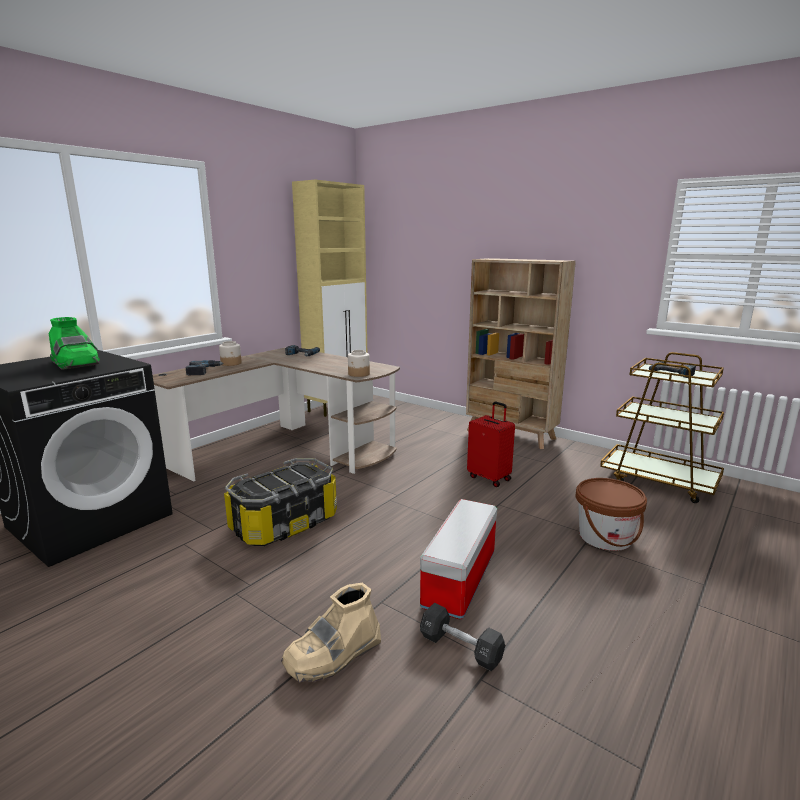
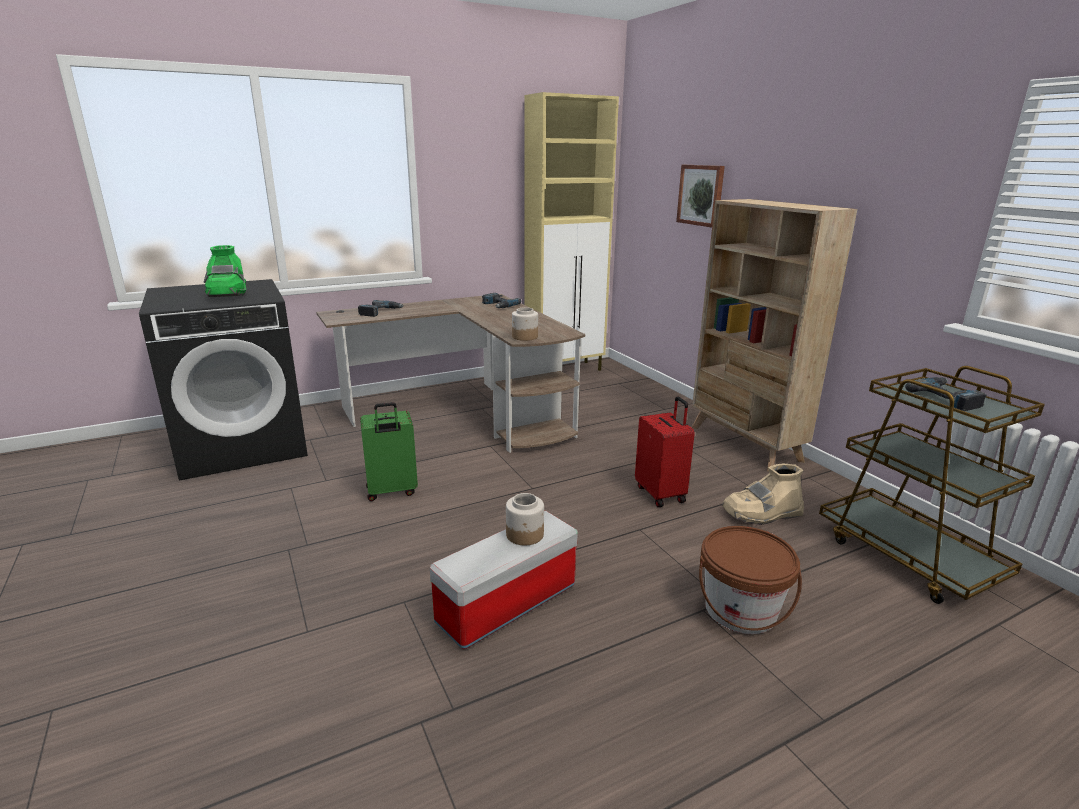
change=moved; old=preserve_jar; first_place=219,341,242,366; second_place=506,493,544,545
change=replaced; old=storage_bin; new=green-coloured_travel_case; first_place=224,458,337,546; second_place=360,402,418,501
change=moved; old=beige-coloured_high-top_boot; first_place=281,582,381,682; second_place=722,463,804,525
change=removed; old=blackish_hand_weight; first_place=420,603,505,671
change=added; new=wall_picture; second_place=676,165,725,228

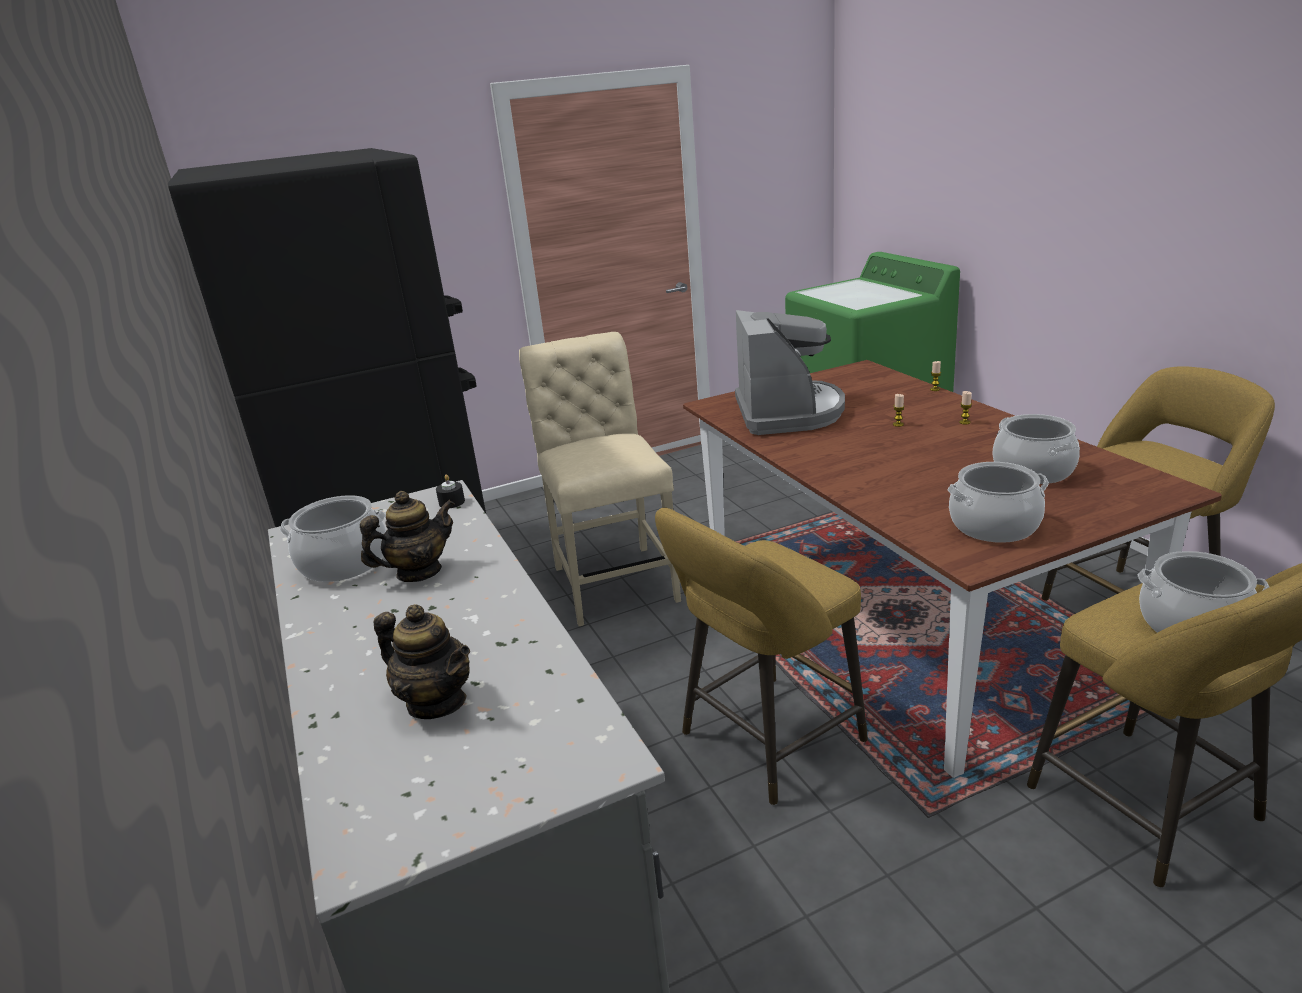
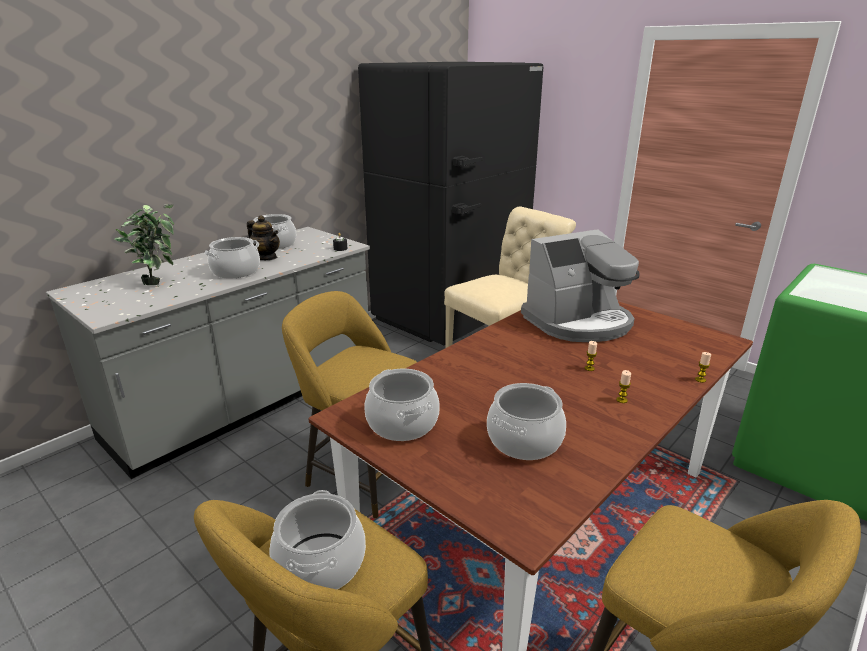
change=replaced; old=teapot; new=houseplant; first_place=373,604,470,719; second_place=115,204,174,285
change=added; new=saucepot; second_place=204,237,260,279

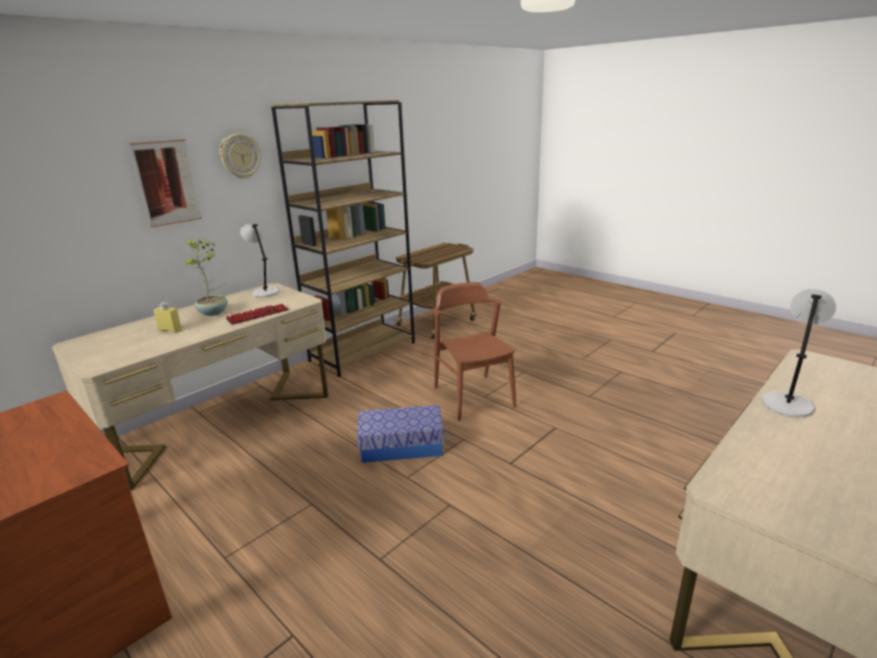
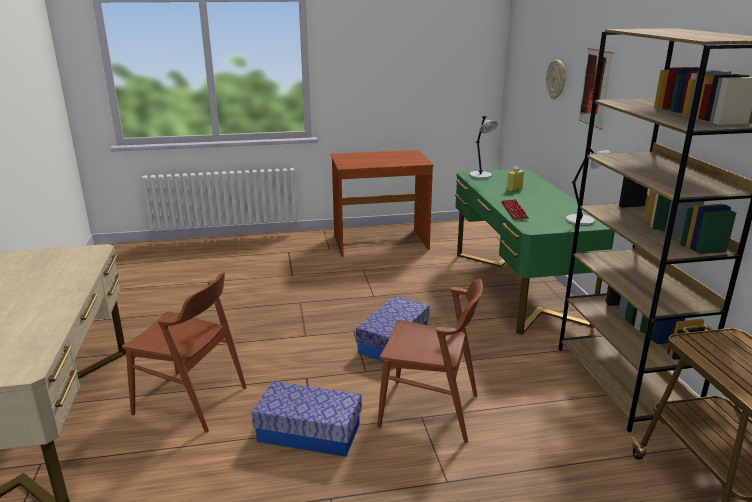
change=recoloured; old=beige-coloured_desk_table; new=green-coloured_desk_table; first_place=52,283,329,491; second_place=455,169,615,335
change=removed; old=houseplant; first_place=183,238,228,316
change=moved; old=hanging_clock; first_place=219,134,261,179; second_place=546,60,566,99
change=moved; old=grey_lamp_for_a_table; first_place=762,289,836,417; second_place=469,116,498,179
change=added; new=brown_chair; second_place=122,273,247,433
change=added; new=storage_bin; second_place=252,381,362,457

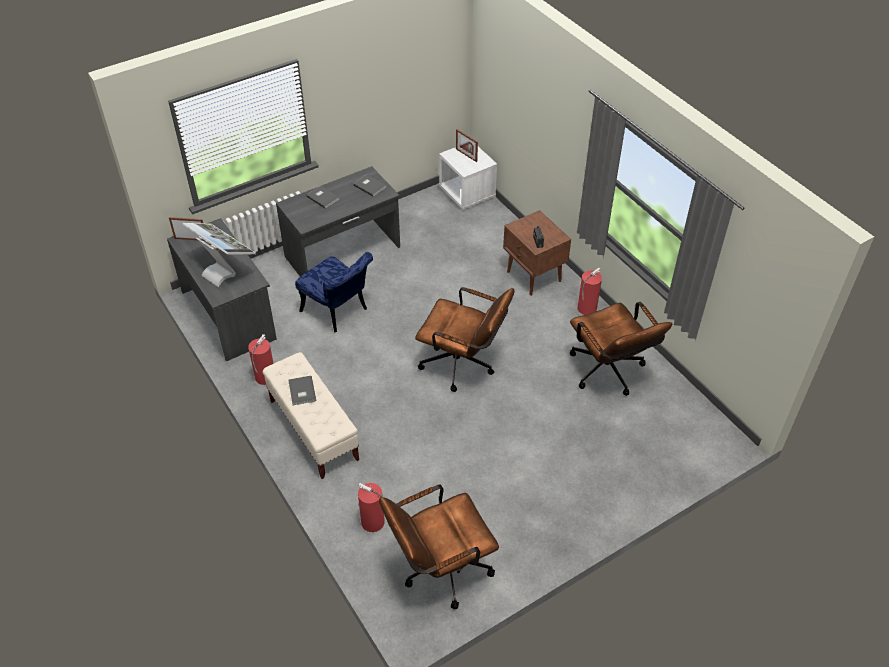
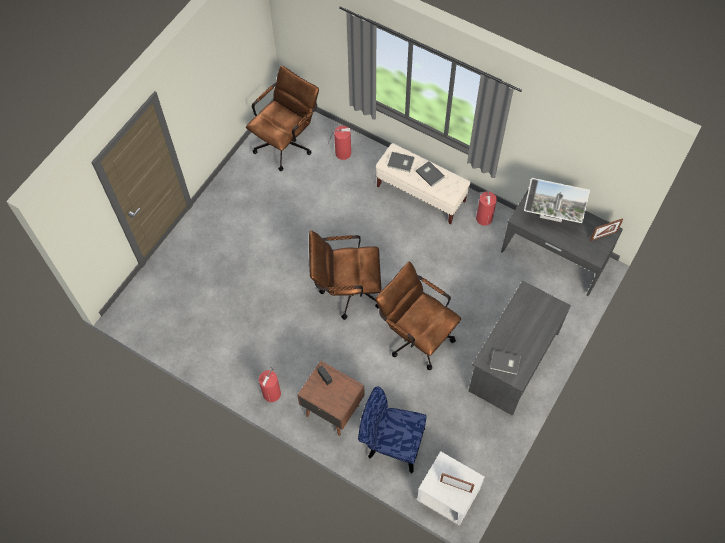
change=moved; old=blue-coloured_chair; first_place=295,252,373,332; second_place=358,386,426,473
change=moved; old=grey_volume; first_place=306,186,340,209; second_place=387,152,415,172
change=moved; old=brown_desk_chair; first_place=570,302,672,396; second_place=375,262,461,370

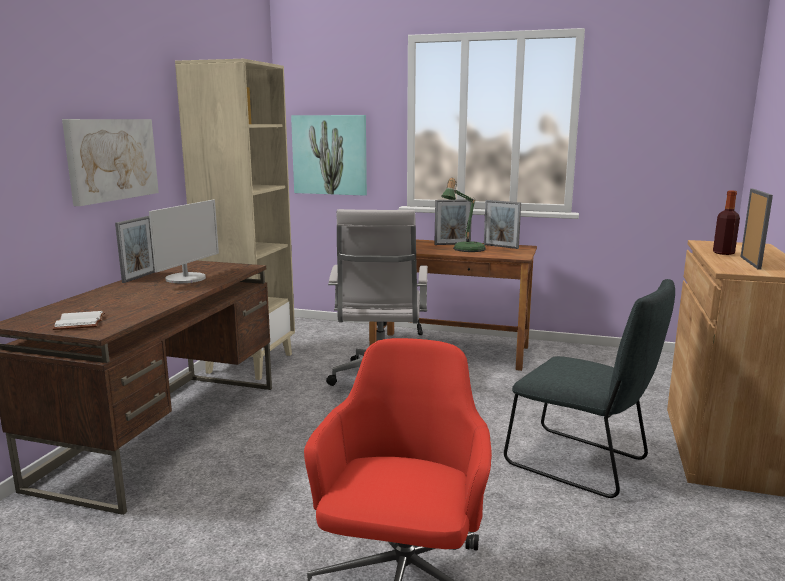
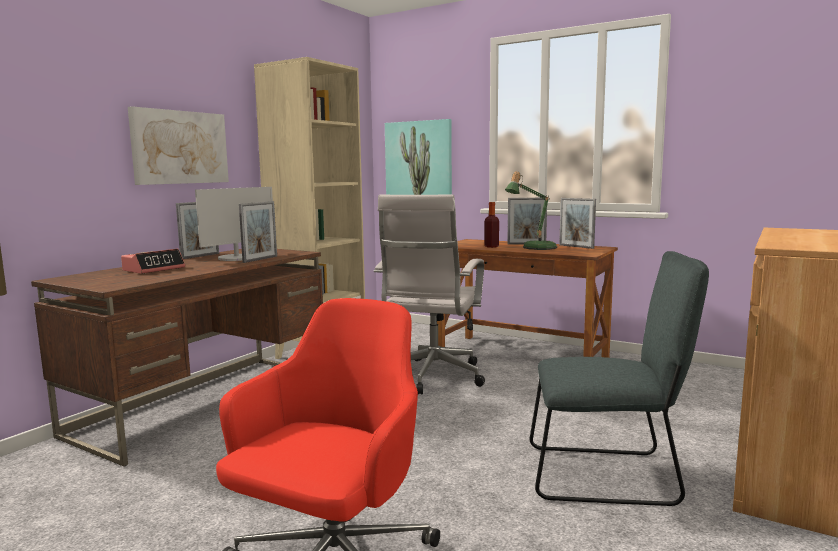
change=removed; old=white_volume; first_place=53,311,105,330
change=turned; old=grey_chair; first_place=504,279,675,498; second_place=530,251,709,506; degrees=-45
change=moved; old=beverage_bottle; first_place=713,191,740,255; second_place=484,202,499,248
change=moved; old=standing_frame; first_place=741,189,773,270; second_place=239,201,277,263
change=added; new=bedside_clock; second_place=121,249,185,274

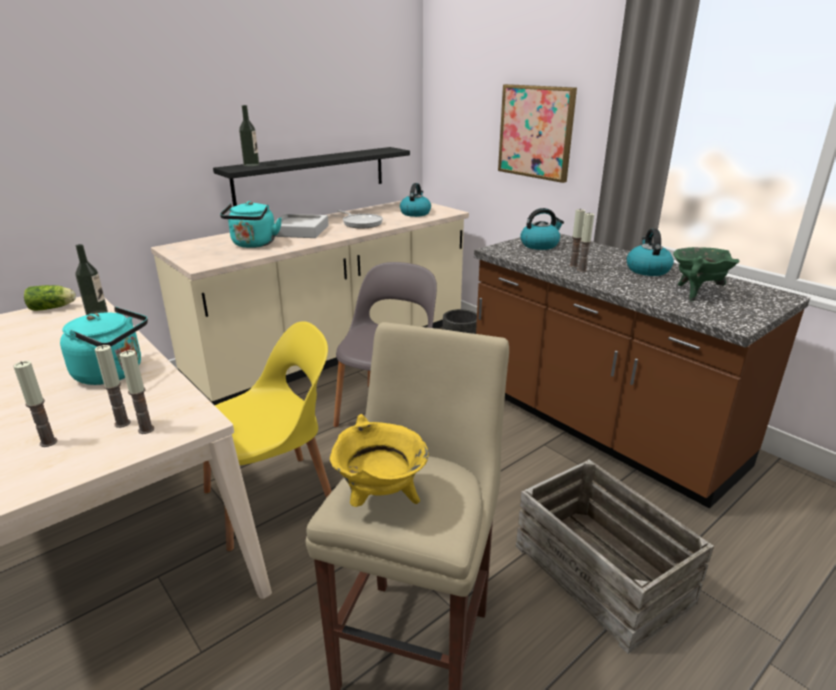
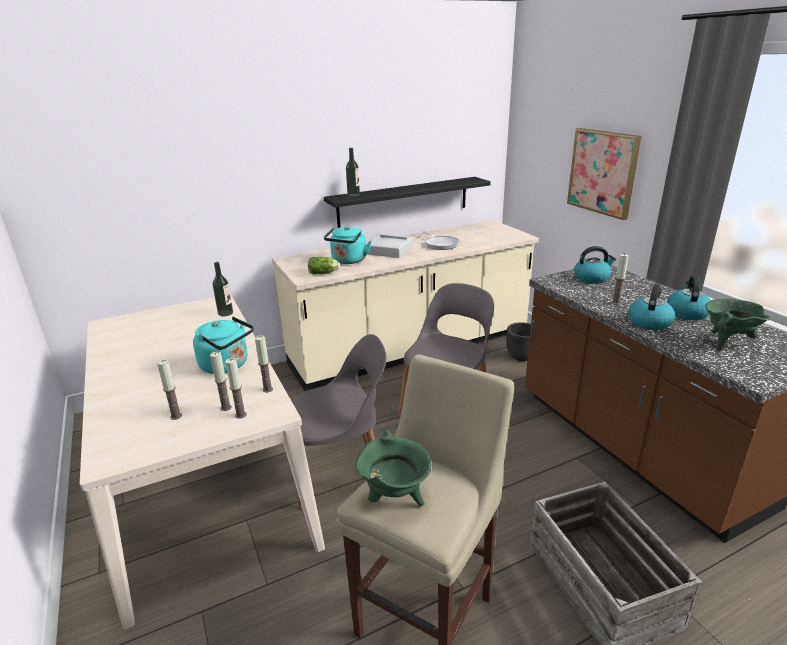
change=moved; old=lettuce; first_place=24,285,76,311; second_place=308,257,340,274
change=recoloured; old=yellow_chair; new=grey_chair; first_place=203,321,332,551; second_place=291,334,387,509
change=recoloured; old=yellow_saucepot; new=green-coloured_saucepot; first_place=330,414,429,507; second_place=355,429,431,506
change=moved; old=water_kettle; first_place=400,183,431,217; second_place=629,284,675,330
change=moved; old=candle; first_place=577,212,594,272; second_place=255,335,273,392

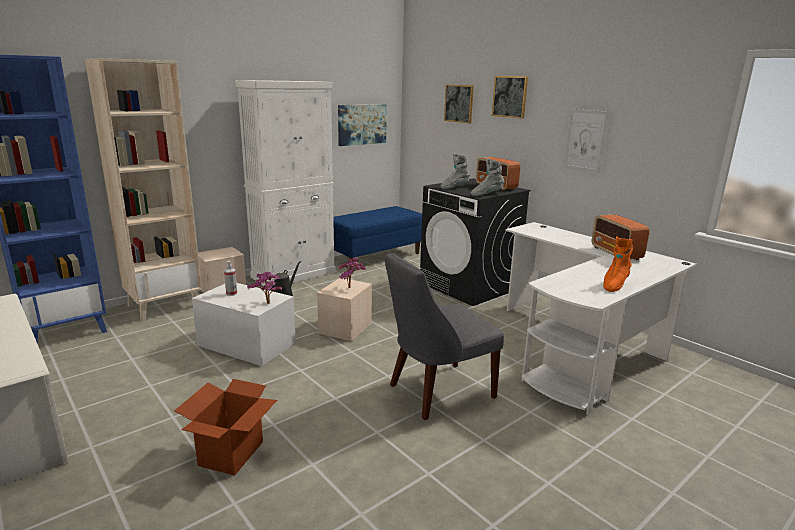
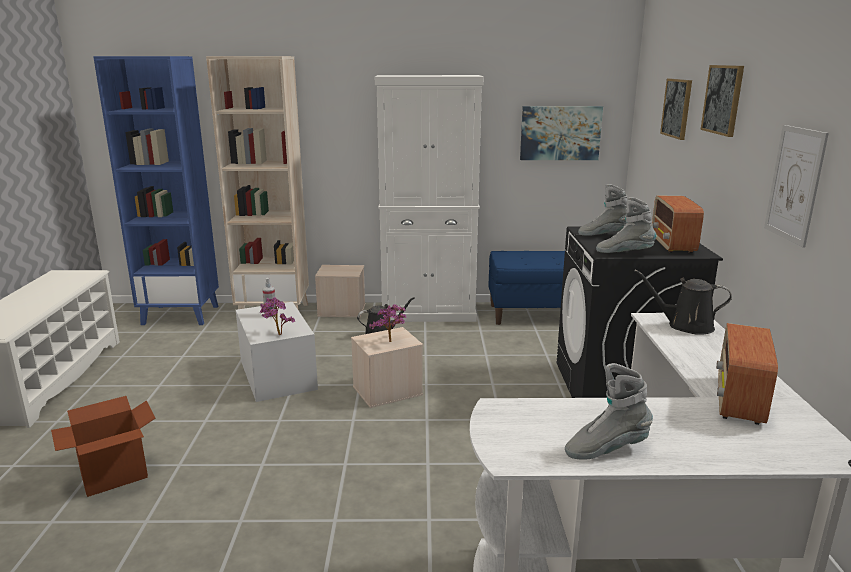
change=removed; old=grey_chair; first_place=385,253,504,420
change=recoloured; old=orange-coloured_high-top_boot; new=grey_high-top_boot; first_place=603,236,633,292; second_place=565,363,653,460
change=added; new=blackish_sprinkling_can; second_place=634,270,732,335

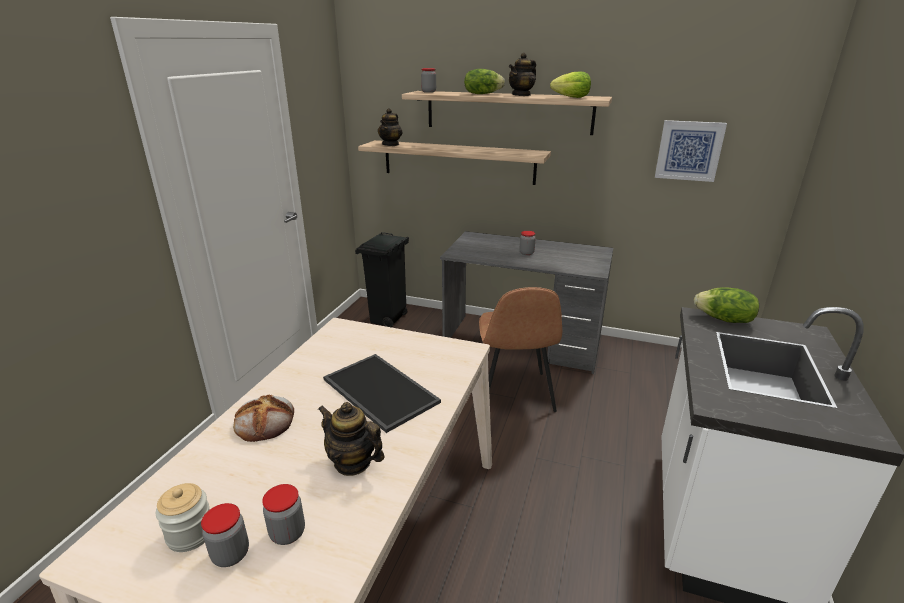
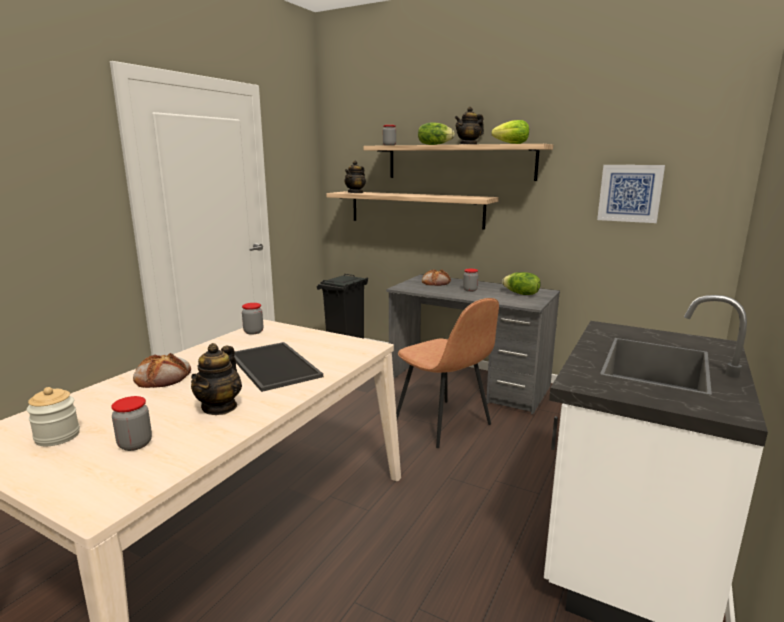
change=moved; old=preserve_jar; first_place=201,503,249,567; second_place=242,303,263,335
change=turned; old=teapot; first_place=318,402,385,476; second_place=191,343,242,415; degrees=-120
change=turned; old=brown_chair; first_place=479,287,562,412; second_place=396,298,499,448; degrees=-45
change=moved; old=lettuce; first_place=694,287,759,323; second_place=502,272,541,295
change=added; new=bread; second_place=422,269,451,286

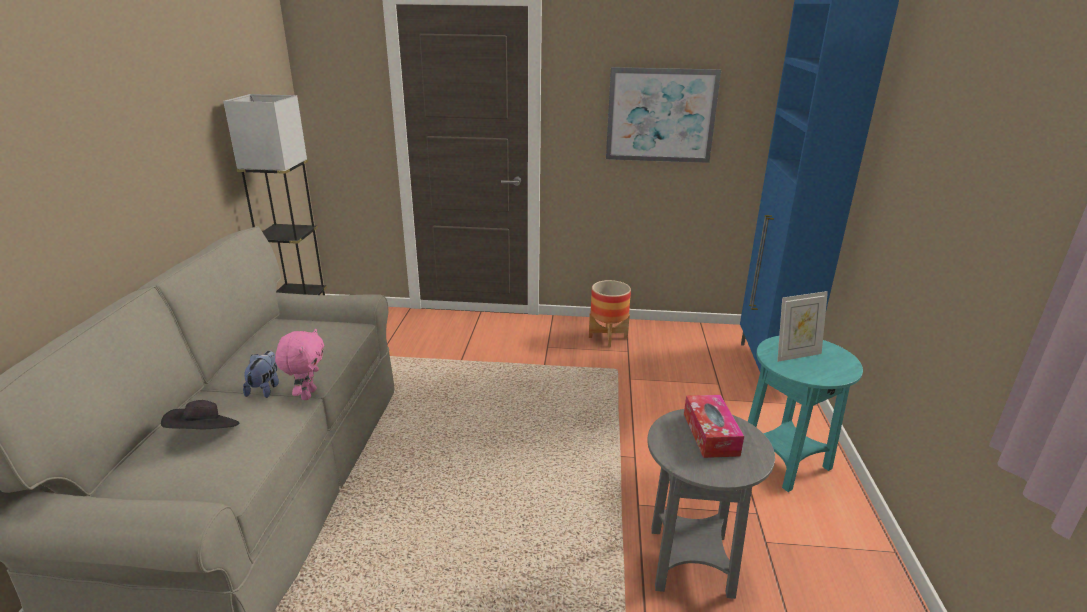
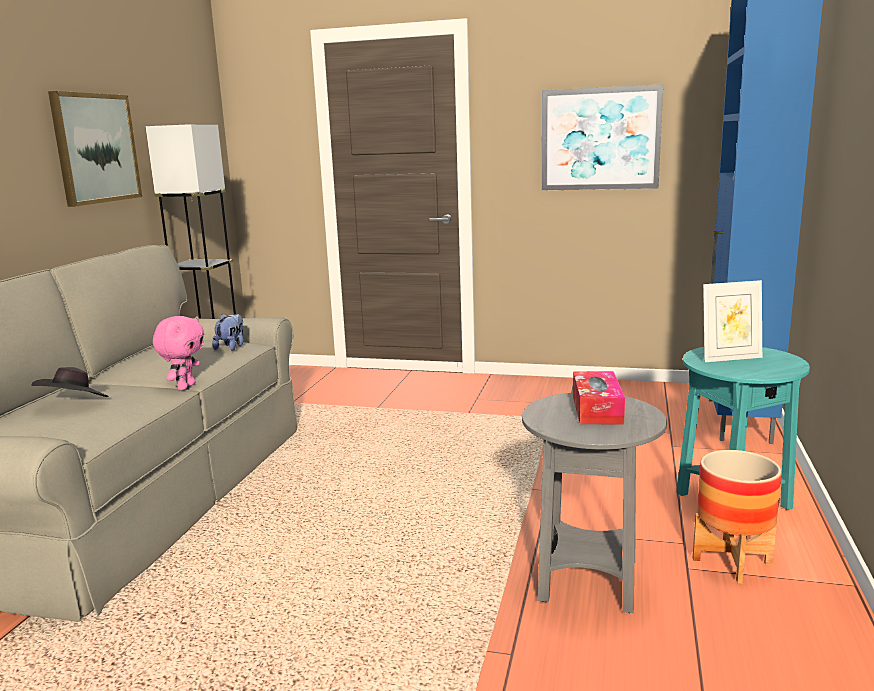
change=moved; old=plush_toy; first_place=243,351,279,398; second_place=212,314,244,350
change=moved; old=plant_pot; first_place=589,280,631,348; second_place=693,450,782,584
change=added; new=wall_picture; second_place=48,91,142,207

